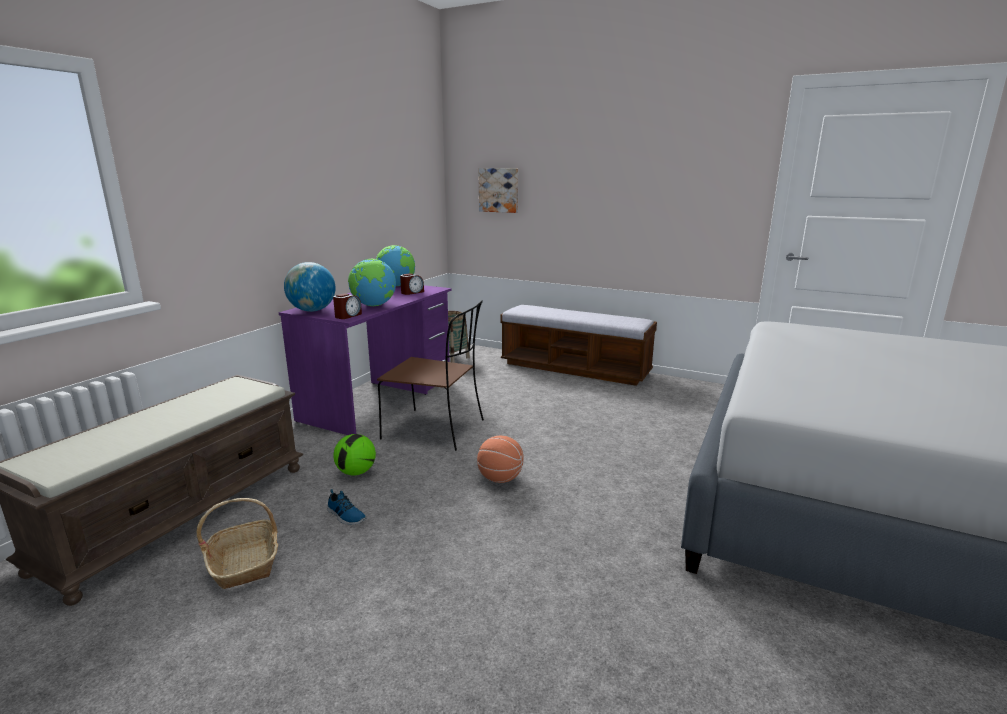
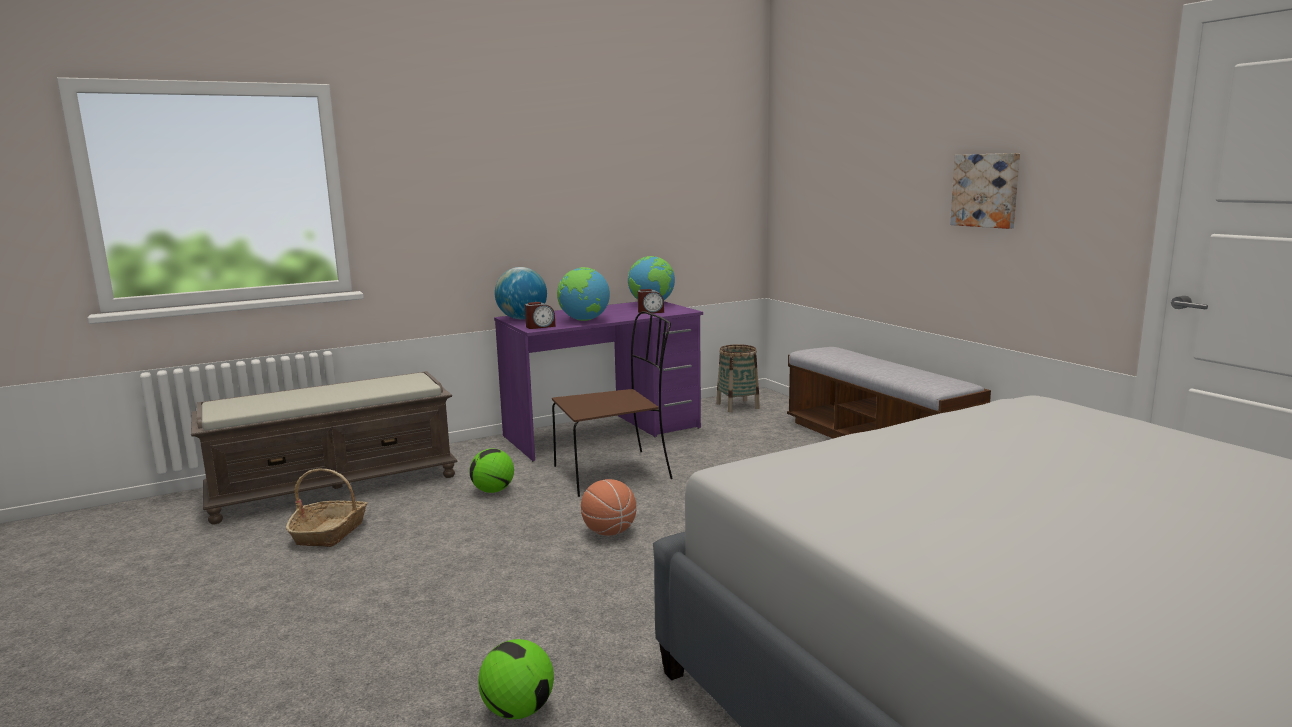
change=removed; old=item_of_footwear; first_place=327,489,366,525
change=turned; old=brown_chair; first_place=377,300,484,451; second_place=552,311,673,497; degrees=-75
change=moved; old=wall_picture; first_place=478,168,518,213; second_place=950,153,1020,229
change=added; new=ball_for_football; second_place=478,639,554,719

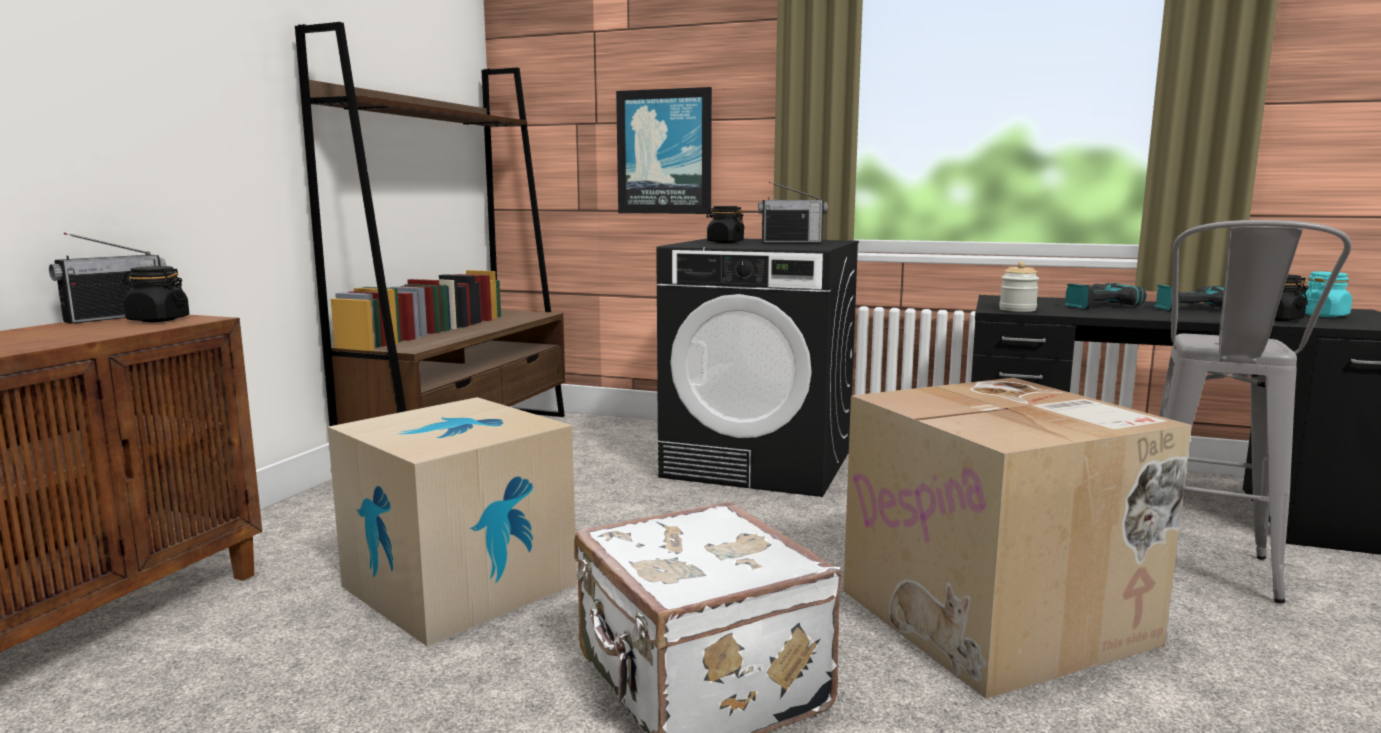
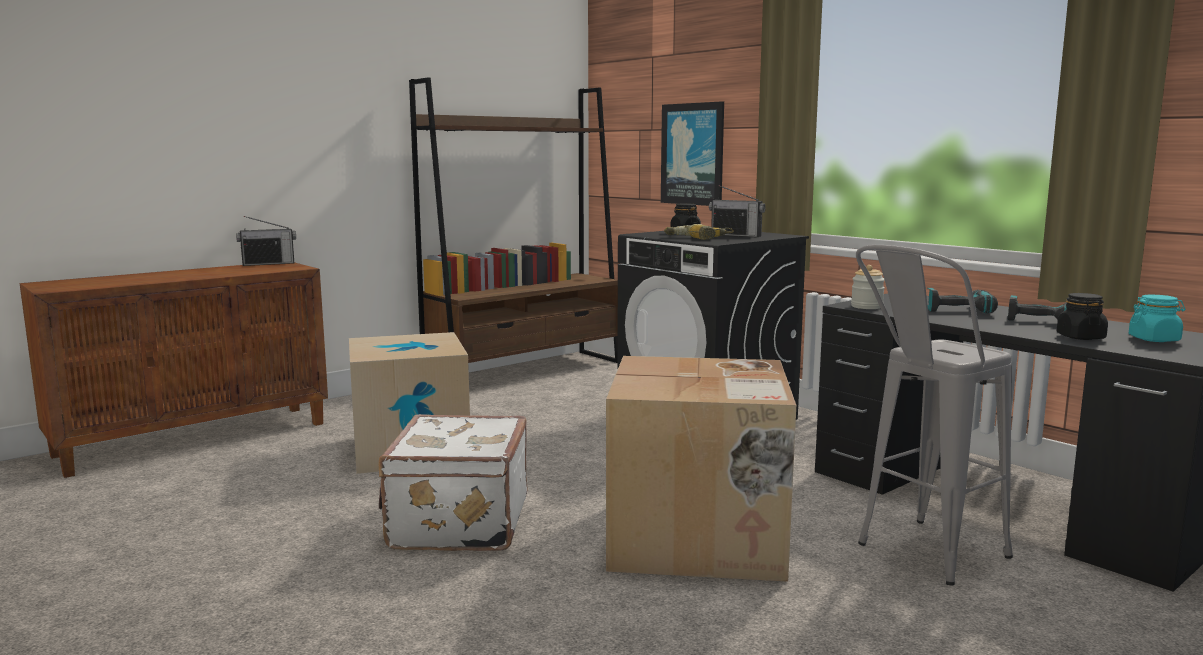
change=removed; old=blackish_preserve_jar; first_place=123,266,189,322
change=added; new=drill; second_place=664,224,734,240

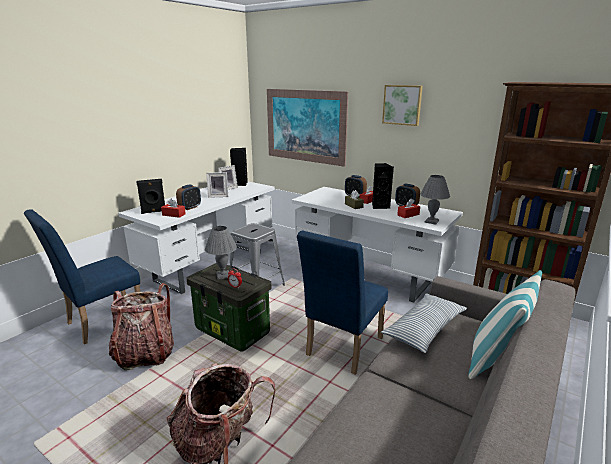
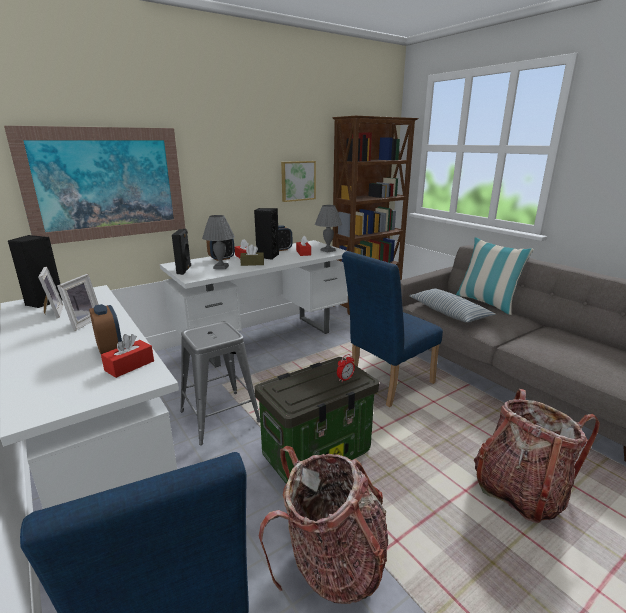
change=moved; old=blackish_audio_speaker; first_place=136,179,165,214; second_place=172,229,191,275
change=moved; old=grey_lamp_for_a_table; first_place=205,226,237,280; second_place=202,215,235,269
change=turned; old=blue-coloured_chair; first_place=297,230,388,374; second_place=342,251,443,407; degrees=90
change=moved; old=wall_picture; first_place=382,85,423,126; second_place=281,161,316,202

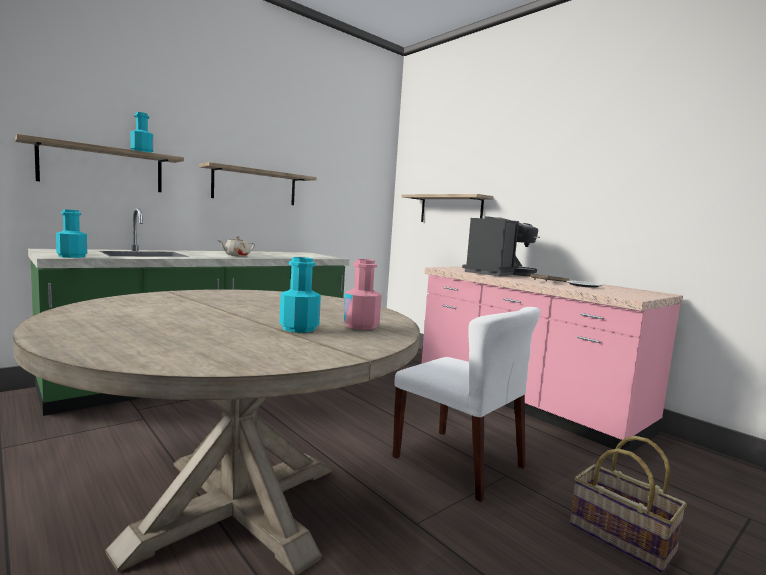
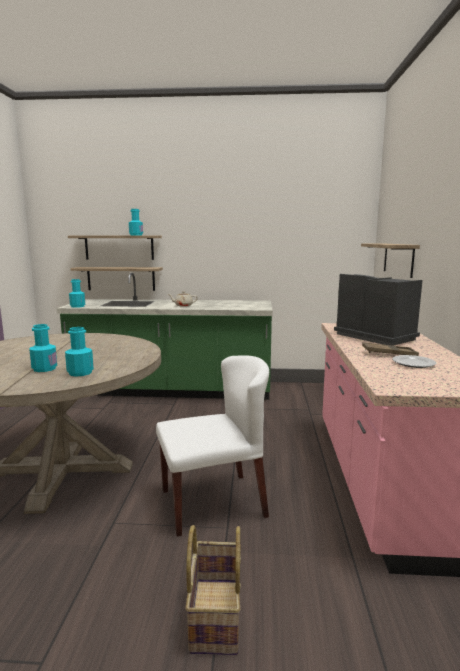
change=moved; old=bracket_shelf; first_place=199,162,317,205; second_place=70,267,163,291
change=recoloured; old=pinkish_beverage_bottle; new=turquoise_beverage_bottle; first_place=344,259,381,330; second_place=65,327,94,377
change=turned; old=white_chair; first_place=393,307,540,502; second_place=156,355,269,537; degrees=-105
change=turned; old=coffee_maker; first_place=462,216,540,276; second_place=334,274,422,346; degrees=-120

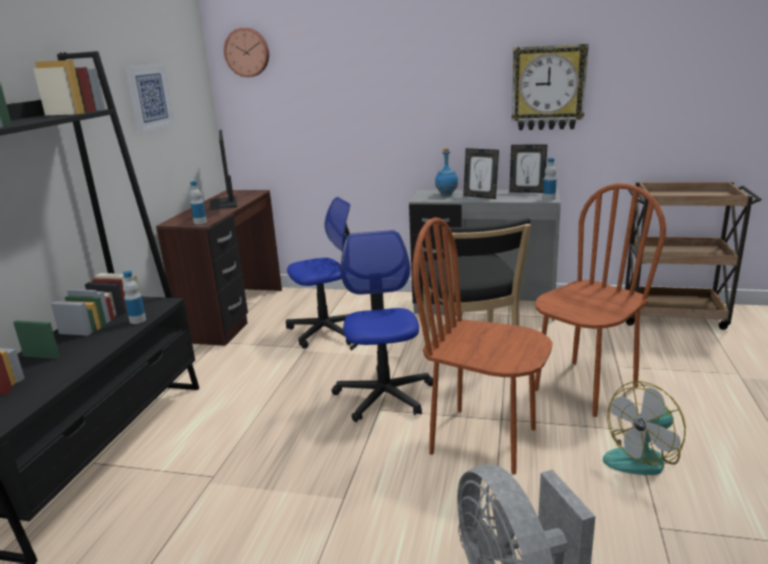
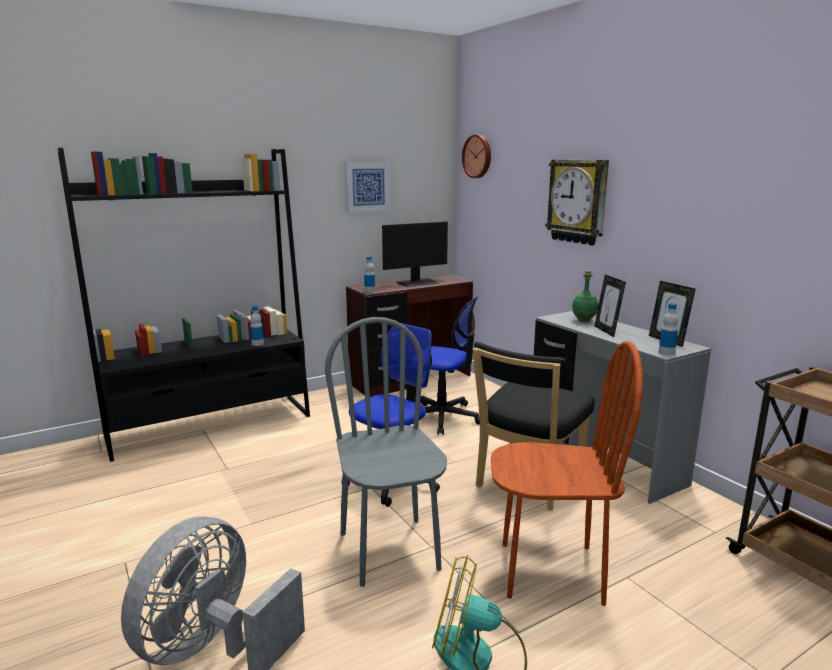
change=turned; old=computer_screen; first_place=210,130,237,210; second_place=382,222,448,287; degrees=-150
change=recoloured; old=brown_chair; new=grey_chair; first_place=412,217,553,474; second_place=325,317,447,587
change=recoloured; old=blue-coloured_beverage_bottle; new=green-coloured_beverage_bottle; first_place=435,148,458,196; second_place=572,271,598,322
change=moved; old=hanging_clock; first_place=512,44,589,130; second_place=545,160,609,245

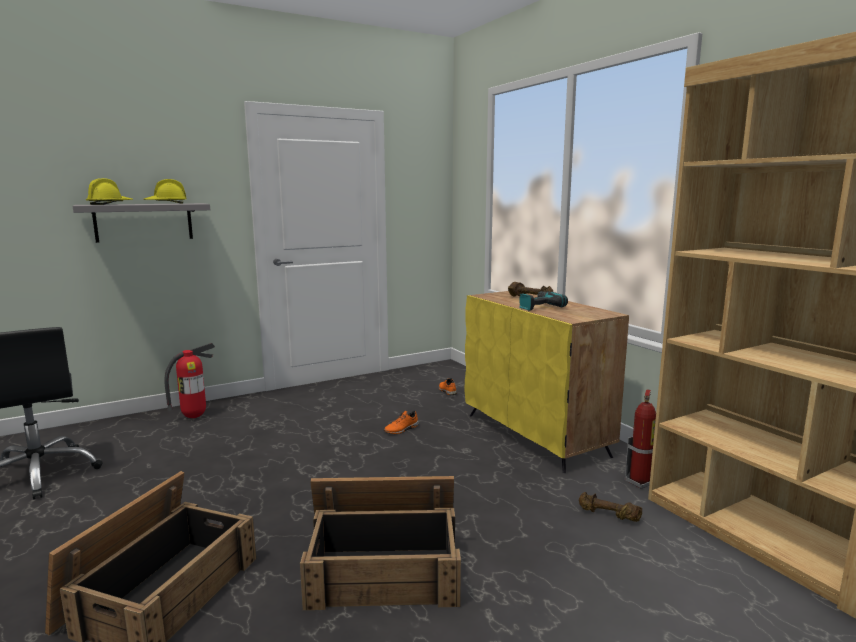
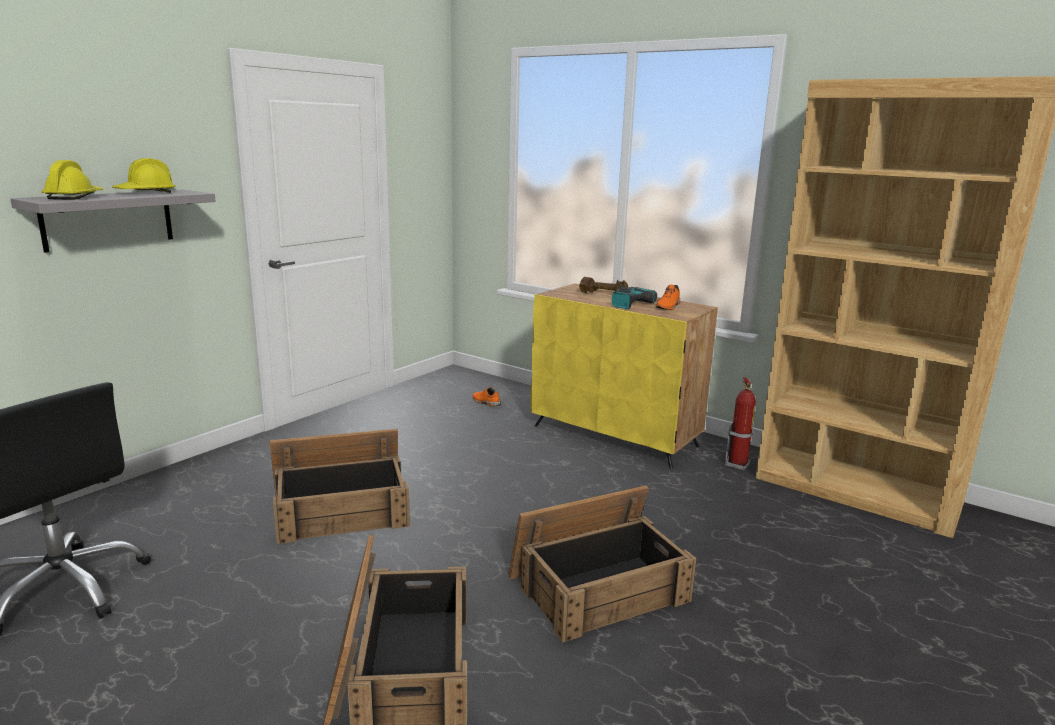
change=removed; old=extinguisher; first_place=164,343,215,418
change=moved; old=orange-coloured_item_of_footwear; first_place=384,411,419,434; second_place=656,285,680,310
change=removed; old=brown_hand_weight; first_place=579,492,642,522
change=added; new=packing_crate; second_place=270,429,410,544

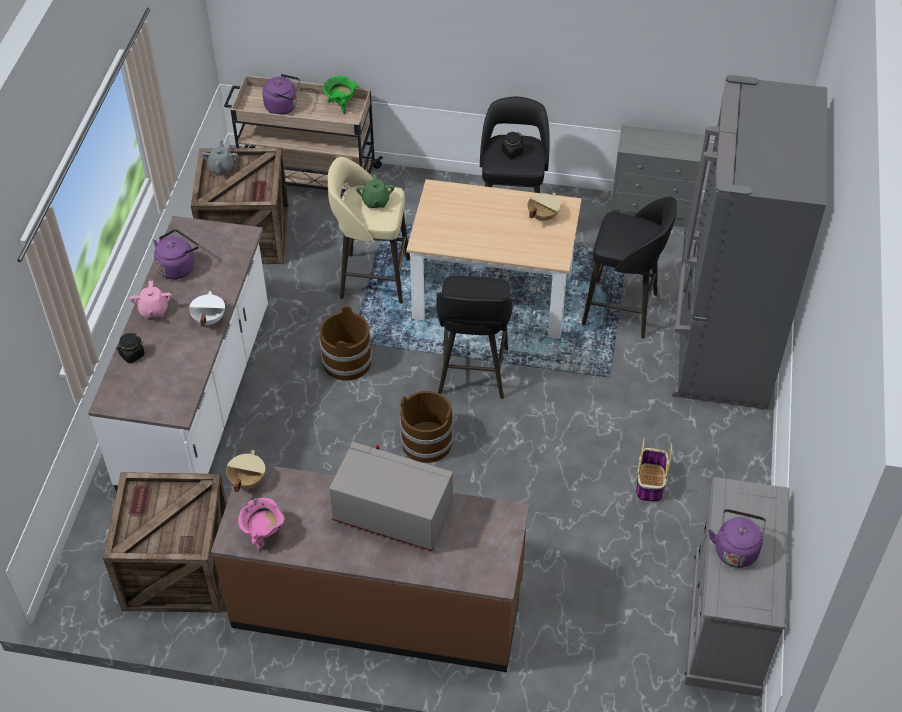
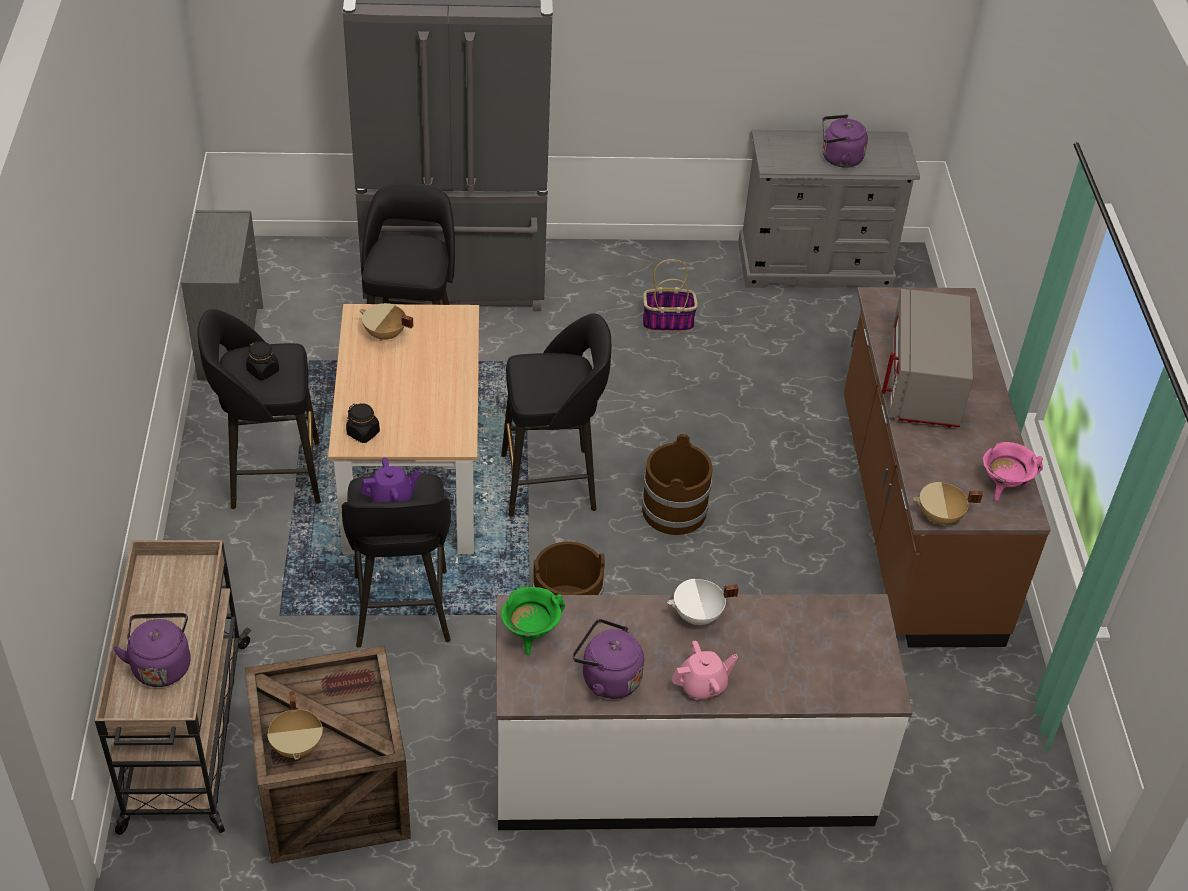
change=removed; old=packing_crate; first_place=103,472,227,613
change=moved; old=blackish_preserve_jar; first_place=116,333,145,363; second_place=346,403,380,443
change=replaced; old=grey_teapot; new=beige-coloured_saucepot; first_place=201,140,238,174; second_place=267,691,323,760
change=moved; old=green-coloured_saucepot; first_place=323,76,357,114; second_place=501,587,565,655
change=recoloured; old=beige-coloured_stool; new=blackish_stool; first_place=328,157,410,304; second_place=342,473,451,648
change=recoloured; old=green-coloured_teapot; new=purple-coloured_teapot; first_place=356,174,394,208; second_place=360,457,421,502

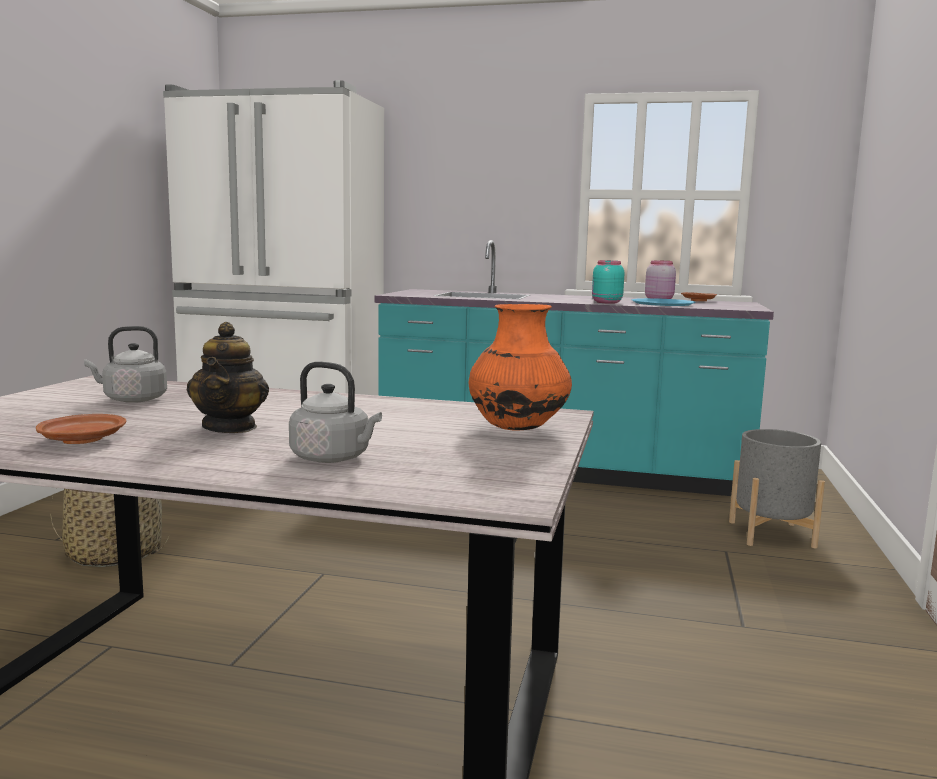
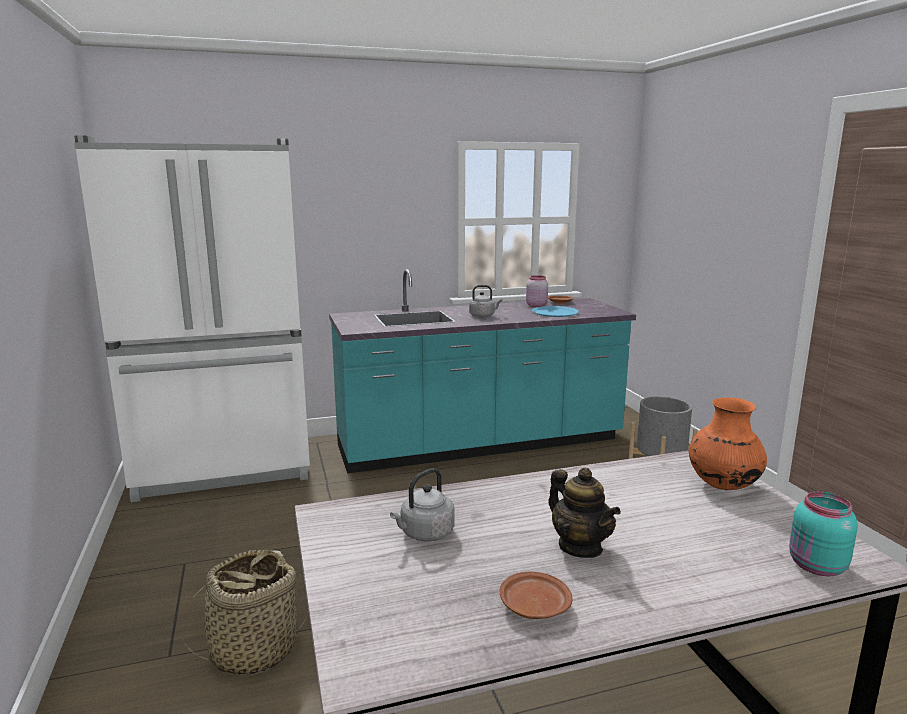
change=moved; old=grey_water_kettle; first_place=289,362,382,463; second_place=469,285,502,317
change=moved; old=turquoise_preserve_jar; first_place=592,260,624,304; second_place=789,491,858,576

